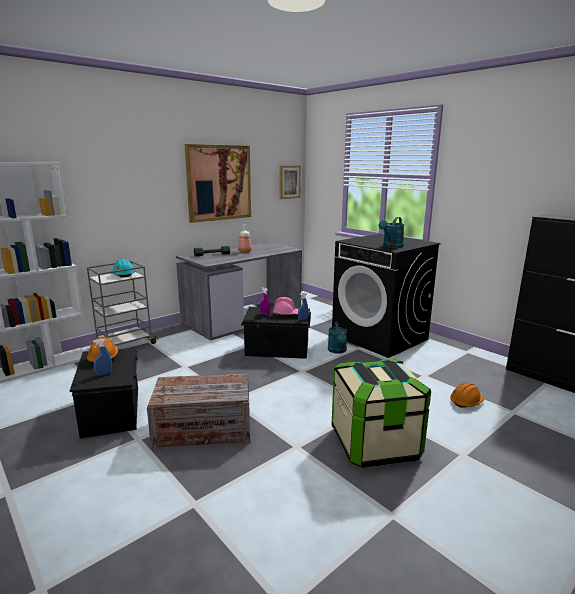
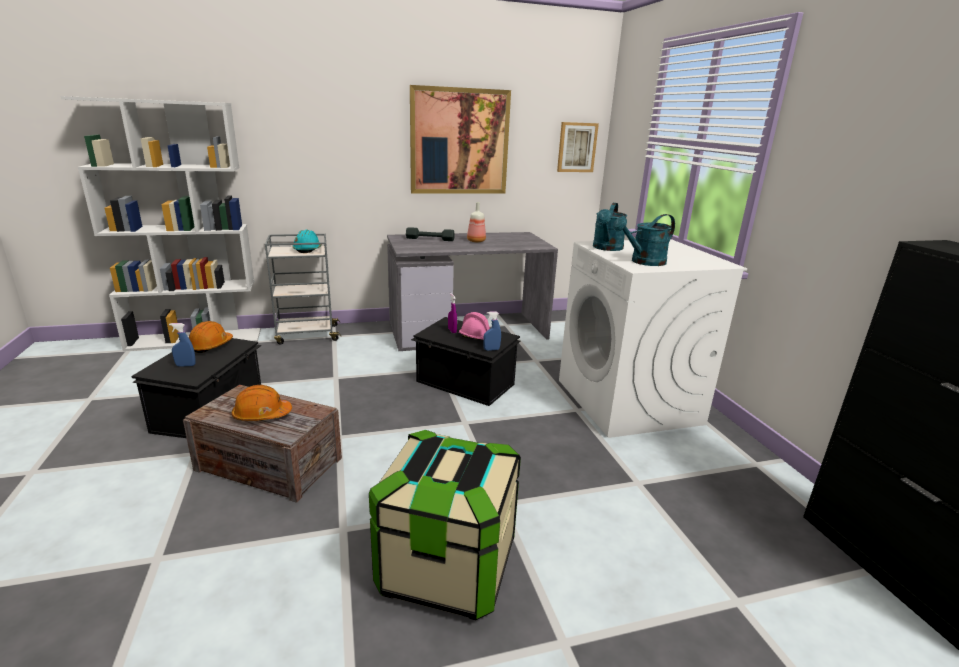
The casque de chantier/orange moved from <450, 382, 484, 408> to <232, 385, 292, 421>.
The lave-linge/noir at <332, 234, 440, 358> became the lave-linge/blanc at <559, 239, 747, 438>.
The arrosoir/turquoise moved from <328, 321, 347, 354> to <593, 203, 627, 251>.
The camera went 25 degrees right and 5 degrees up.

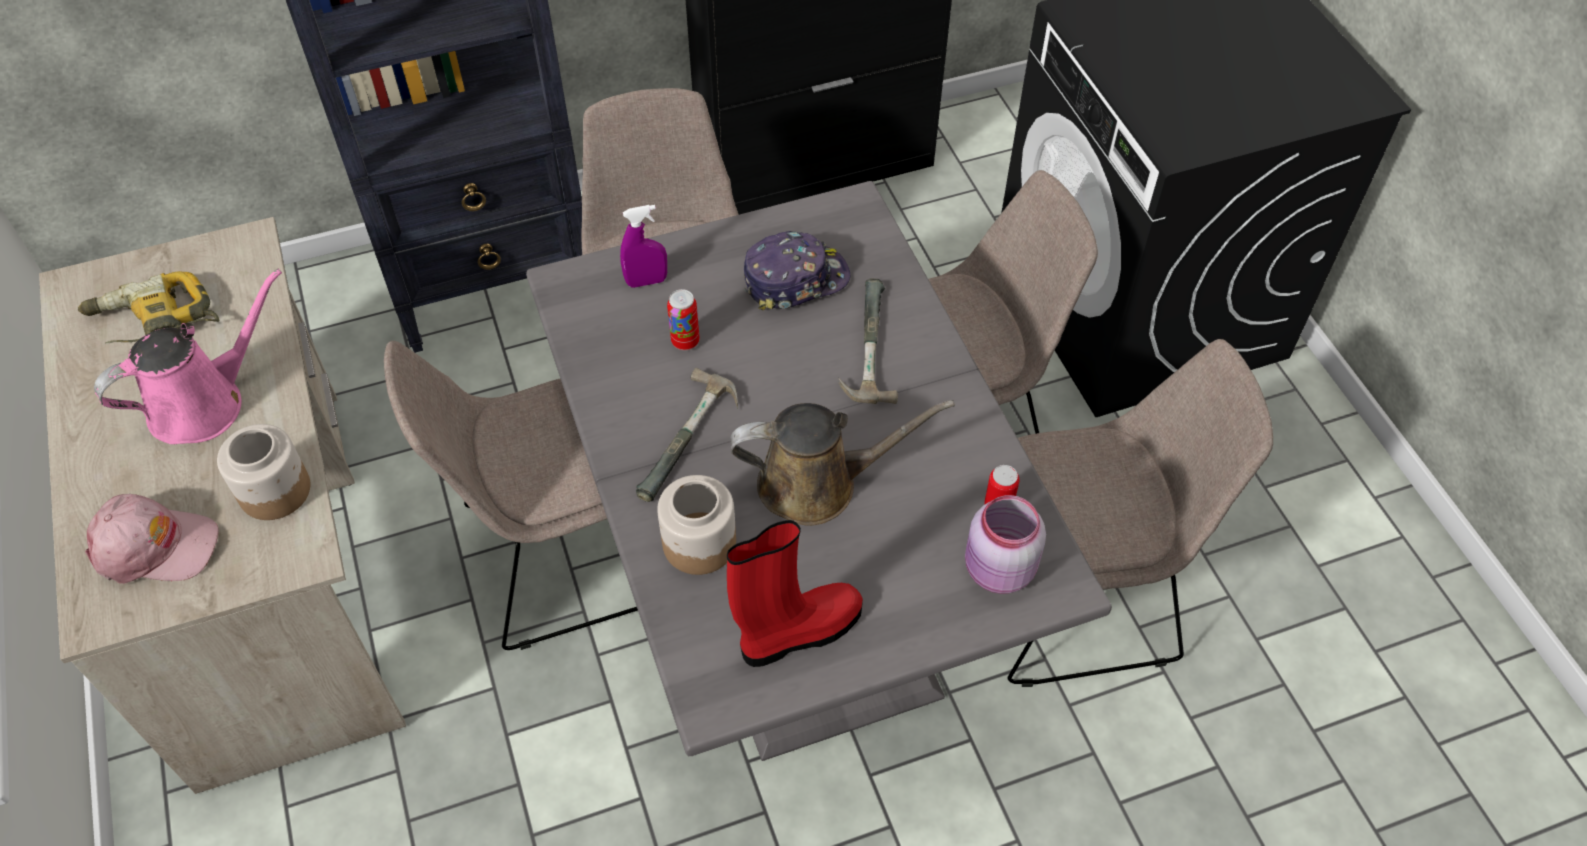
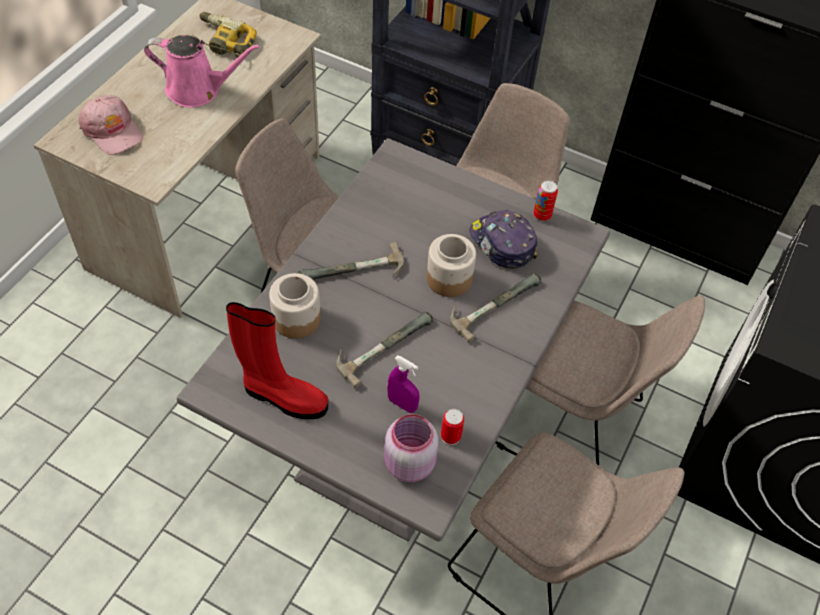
The arrosoir/marron at <731, 400, 955, 526> was replaced by the marteau at <337, 312, 433, 389>.
The vaporisateur/violet moved from <620, 205, 667, 288> to <387, 355, 419, 413>.
The bocal moved from <217, 424, 311, 520> to <427, 234, 476, 297>.
The casquette at <744, 231, 850, 310> turned 150 degrees counterclockwise.
The boîte métallique moved from <667, 289, 700, 350> to <533, 180, 558, 221>.
The camera went 45 degrees right and 0 degrees up.

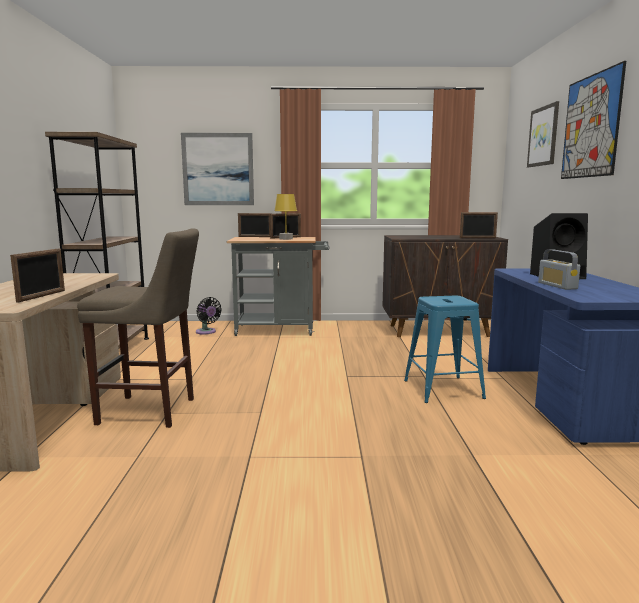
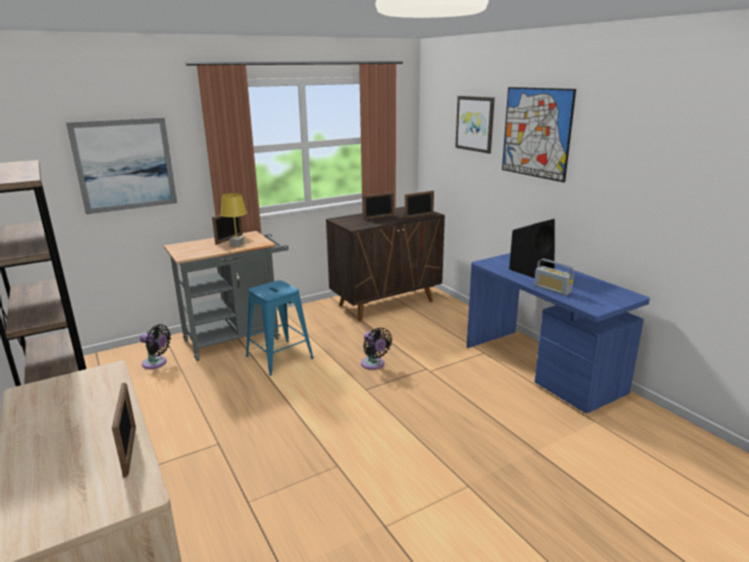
The tabouret/bleu moved from <404, 296, 486, 403> to <246, 280, 314, 375>.
The ventilateur/noir at <361, 328, 392, 370> appeared.
The cadre photo moved from <238, 213, 271, 237> to <363, 192, 394, 220>.
The tabouret/beige at <77, 228, 199, 428> disappeared.
The camera went 30 degrees left and 10 degrees up.

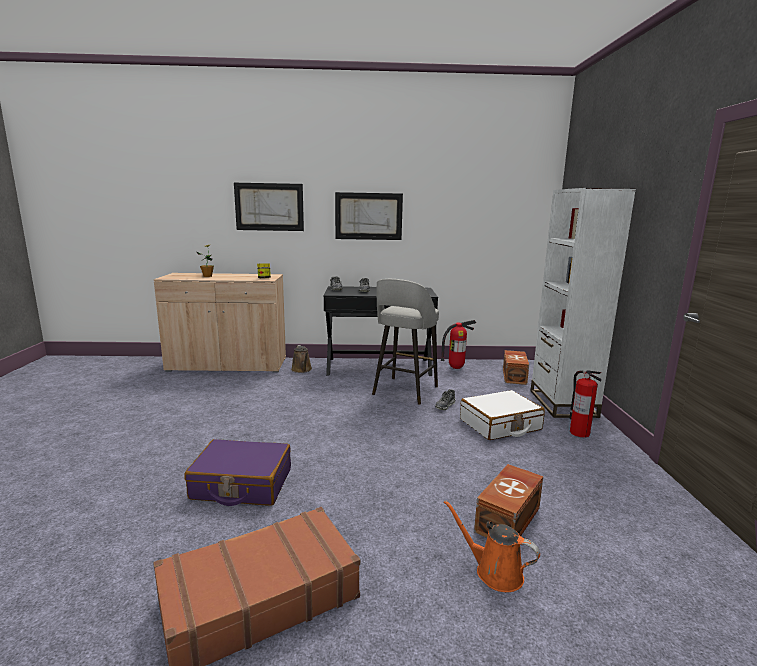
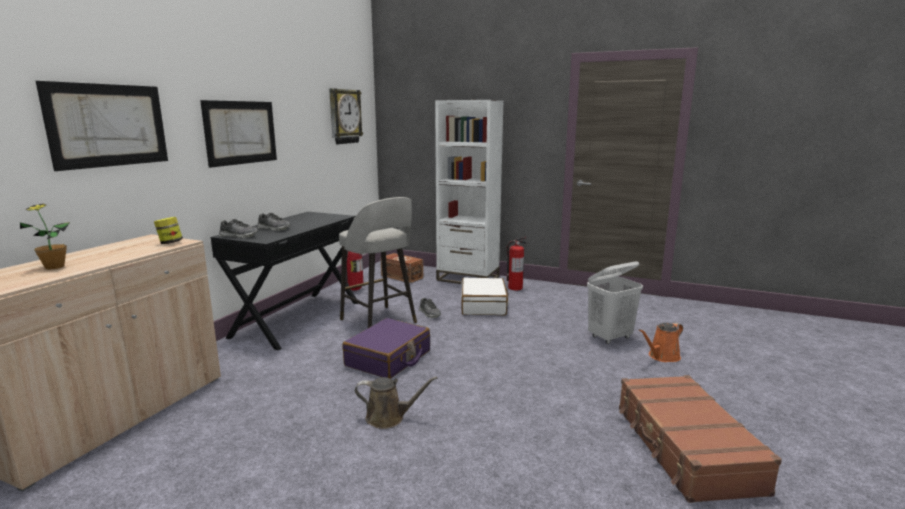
The horloge murale at <329, 88, 363, 144> appeared.
The valise/violet moved from <185, 439, 291, 506> to <342, 318, 430, 379>.
The arrosoir/marron moved from <291, 345, 312, 373> to <355, 377, 437, 429>.
The boîte de rangement/marron at <474, 464, 543, 538> was replaced by the panier à linge/blanc at <587, 261, 643, 344>.
The camera went 65 degrees left and 0 degrees up.

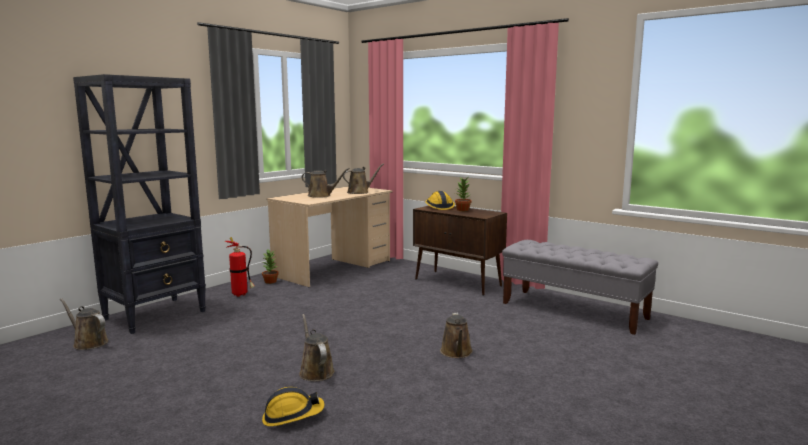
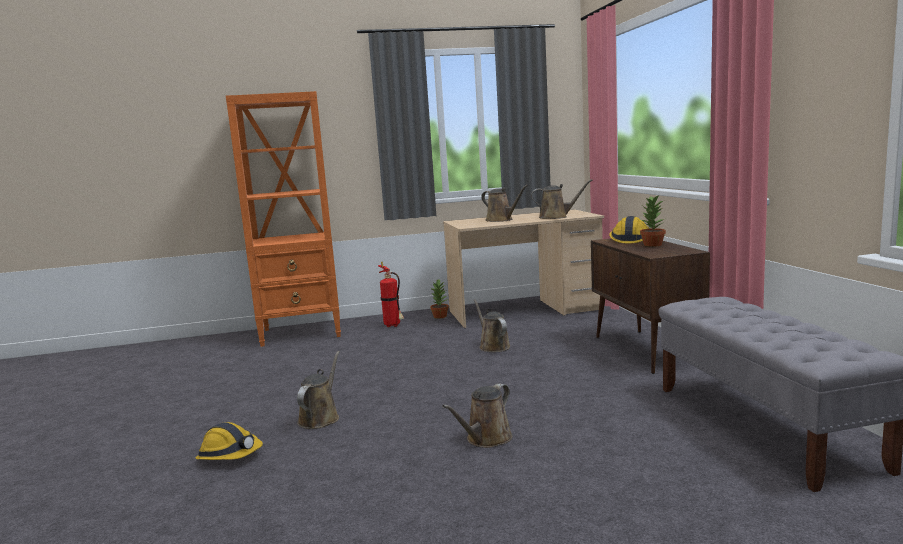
The bibliothèque/noir at <73, 74, 206, 334> became the bibliothèque/orange at <226, 91, 341, 347>.
The arrosoir/marron moved from <60, 298, 108, 350> to <474, 299, 510, 352>.
The camera went 40 degrees right and 0 degrees up.

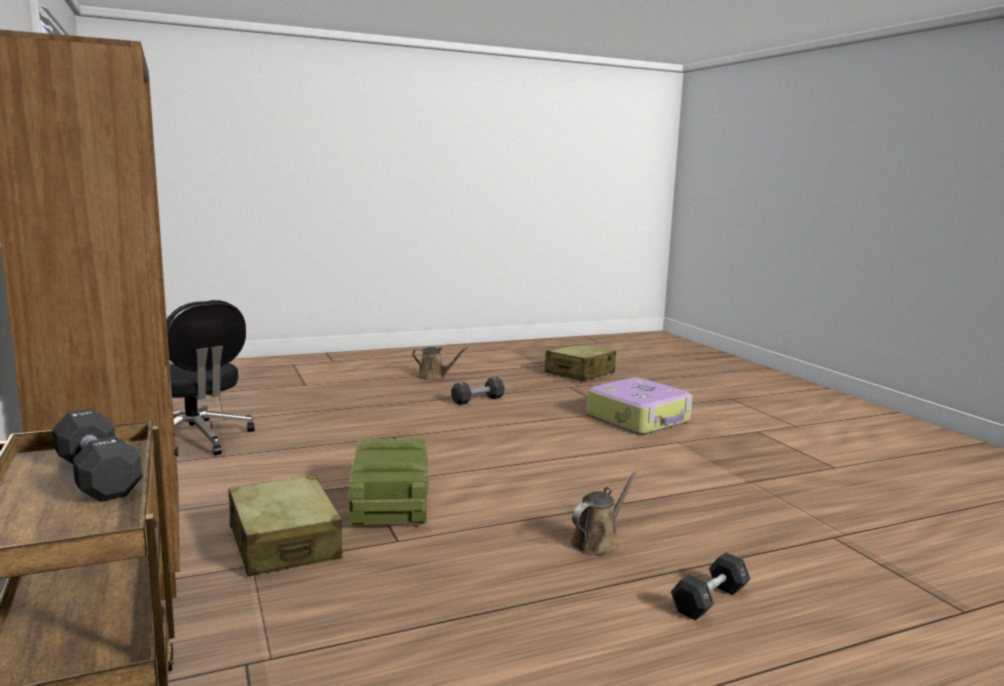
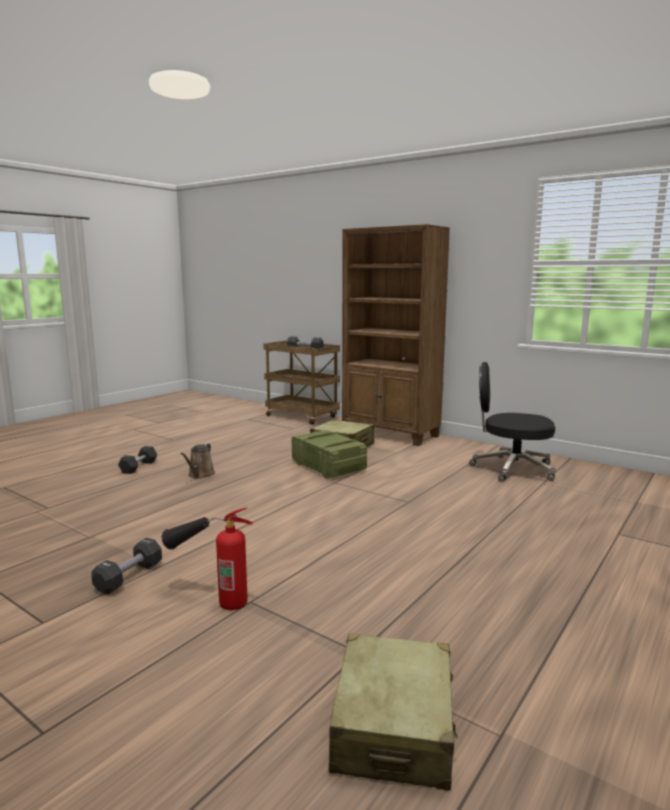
The haltère/noir moved from <451, 377, 505, 405> to <91, 538, 162, 594>.
The valise at <587, 377, 693, 435> was replaced by the extincteur at <162, 507, 253, 610>.
The arrosoir/marron at <412, 347, 468, 381> disappeared.
The camera went 150 degrees right and 0 degrees up.

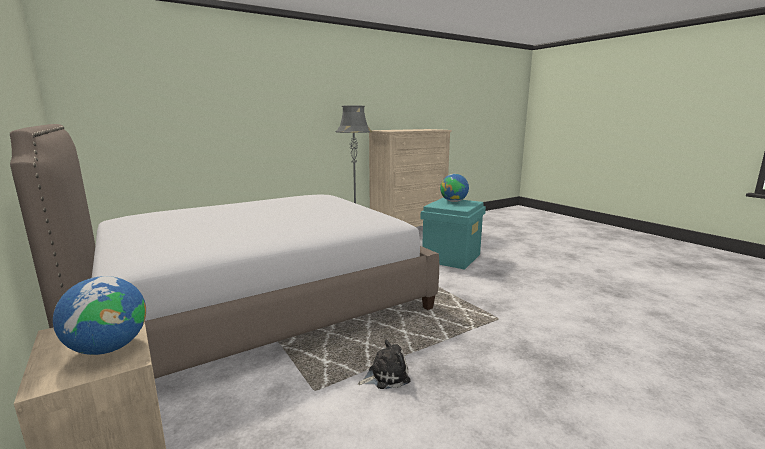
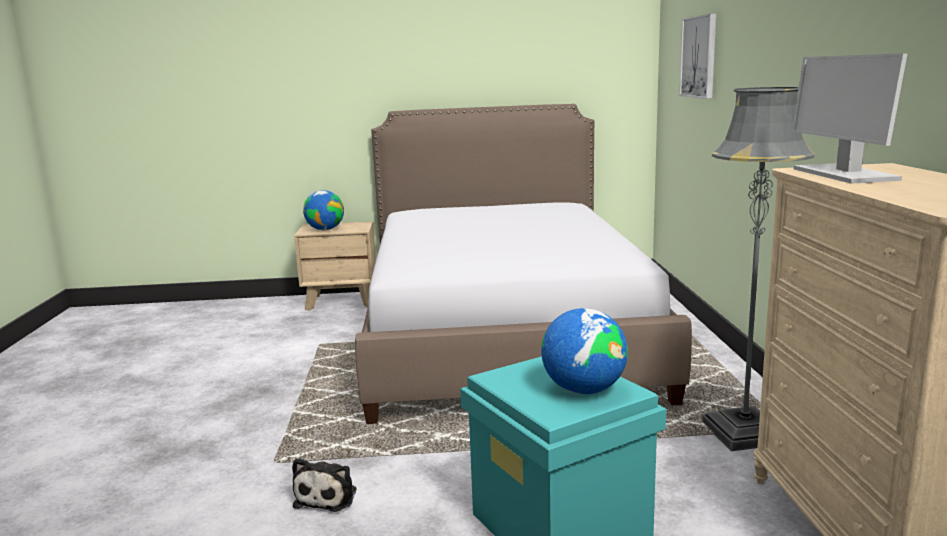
The peluche moved from <358, 339, 411, 389> to <292, 458, 357, 512>.
The tableau at <679, 13, 716, 99> appeared.
The écran d'ordinateur at <792, 53, 907, 184> appeared.
The camera went 120 degrees right and 0 degrees up.

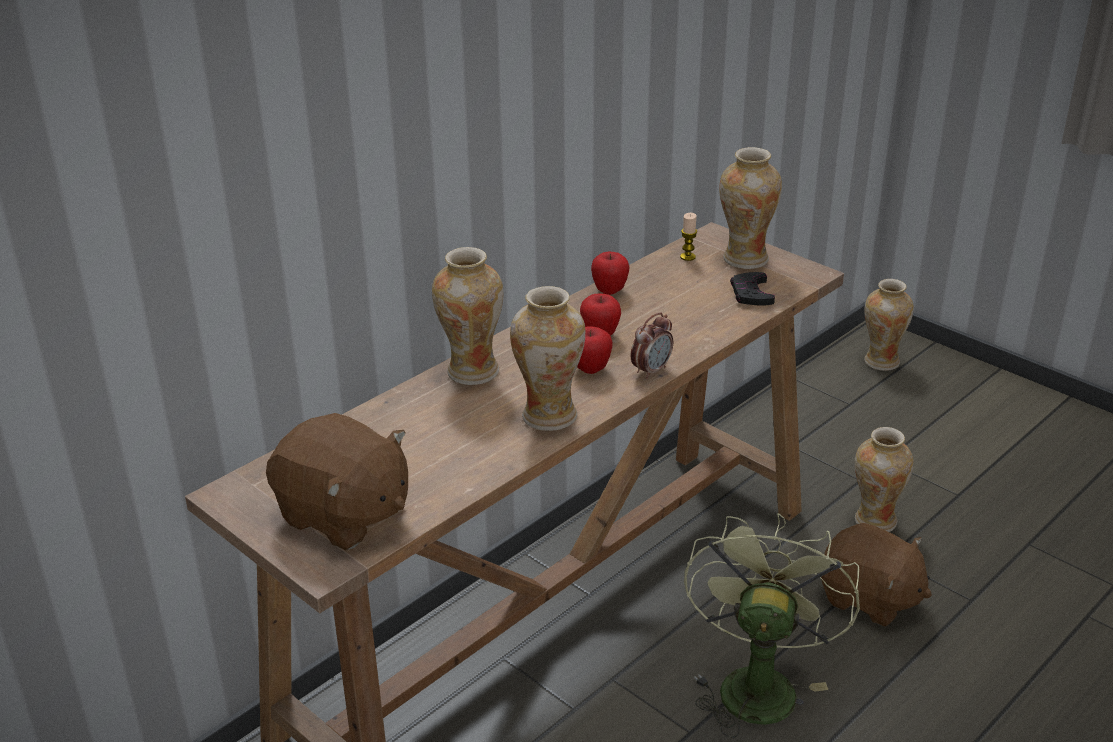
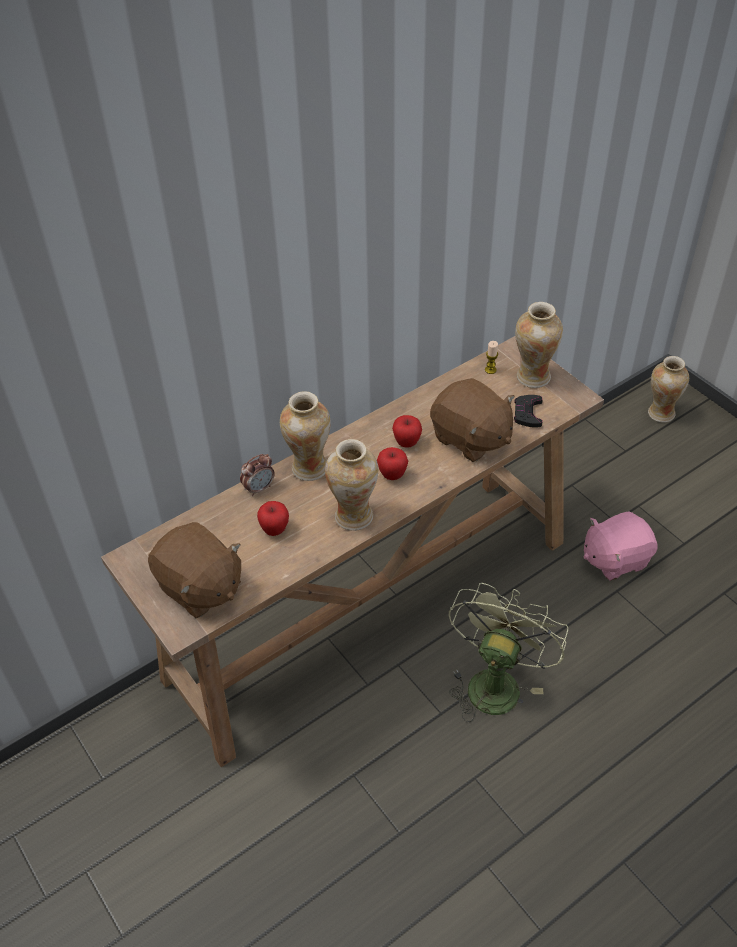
The réveil moved from <631, 312, 673, 379> to <240, 454, 275, 496>.
The pomme moved from <591, 251, 629, 295> to <257, 501, 289, 536>.
The peluche/marron moved from <820, 523, 932, 627> to <430, 378, 515, 462>.
The vase at <855, 427, 913, 532> was replaced by the peluche/rose at <583, 511, 658, 581>.
The camera went 10 degrees right and 15 degrees up.

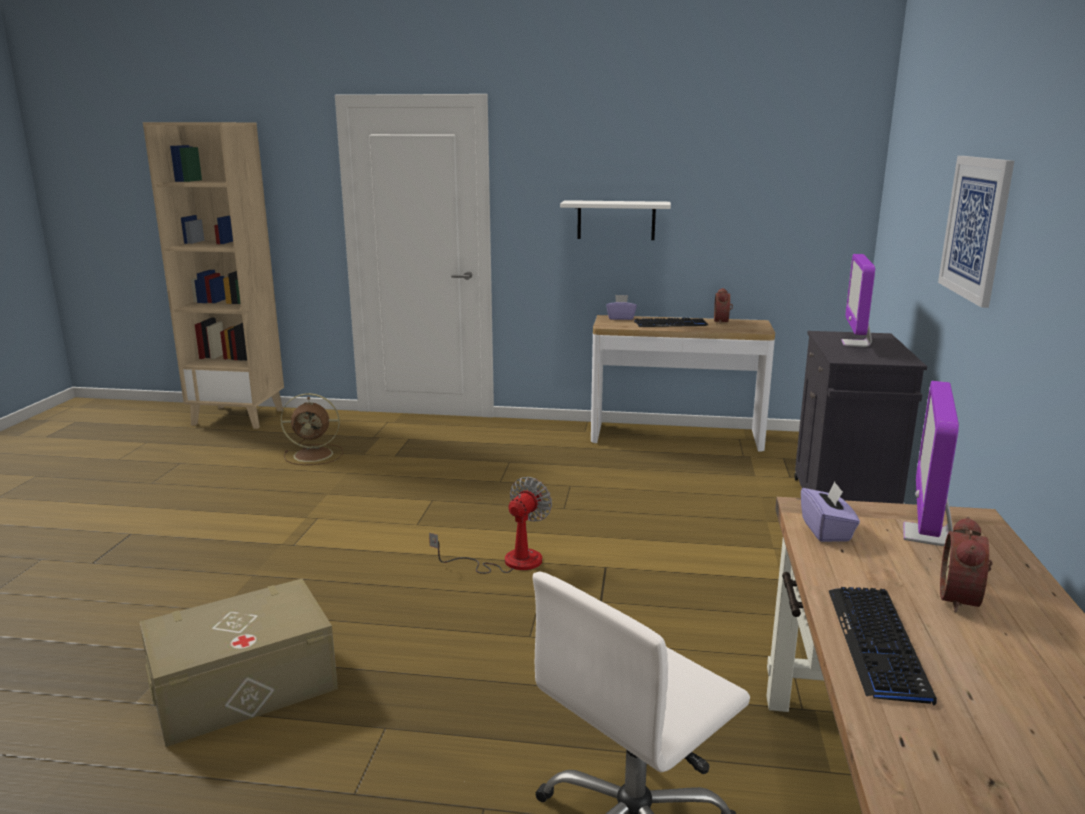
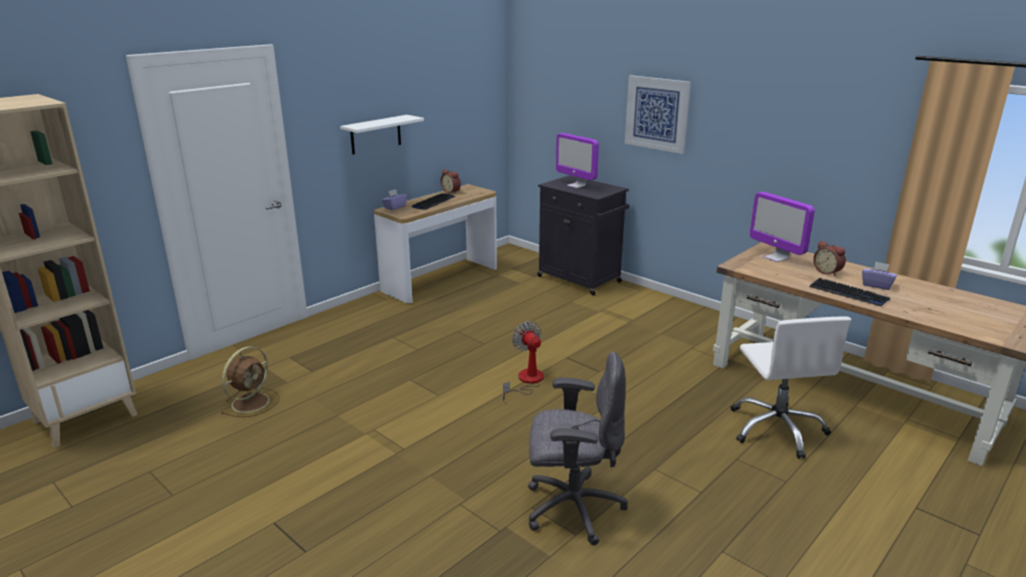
The boîte de rangement/beige at <140, 579, 338, 747> was replaced by the chaise de bureau/gris at <528, 351, 628, 545>.
The boîte à mouchoirs/violet moved from <801, 481, 860, 542> to <862, 261, 897, 290>.
The camera went 55 degrees left and 5 degrees up.

